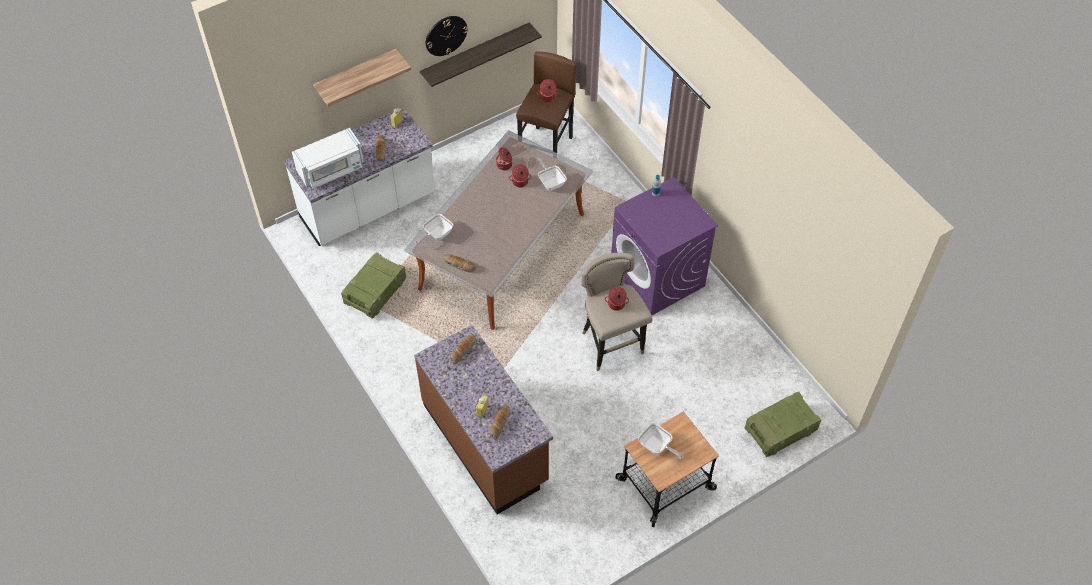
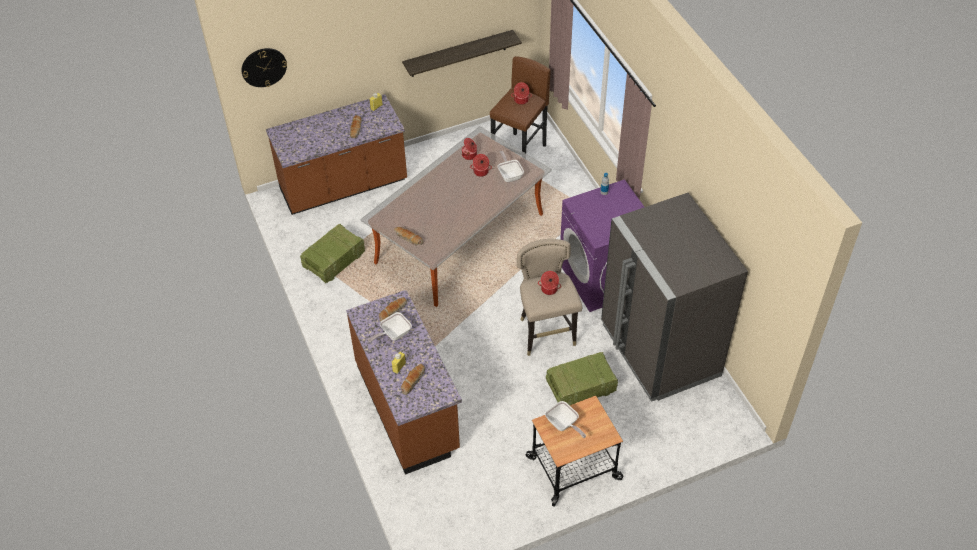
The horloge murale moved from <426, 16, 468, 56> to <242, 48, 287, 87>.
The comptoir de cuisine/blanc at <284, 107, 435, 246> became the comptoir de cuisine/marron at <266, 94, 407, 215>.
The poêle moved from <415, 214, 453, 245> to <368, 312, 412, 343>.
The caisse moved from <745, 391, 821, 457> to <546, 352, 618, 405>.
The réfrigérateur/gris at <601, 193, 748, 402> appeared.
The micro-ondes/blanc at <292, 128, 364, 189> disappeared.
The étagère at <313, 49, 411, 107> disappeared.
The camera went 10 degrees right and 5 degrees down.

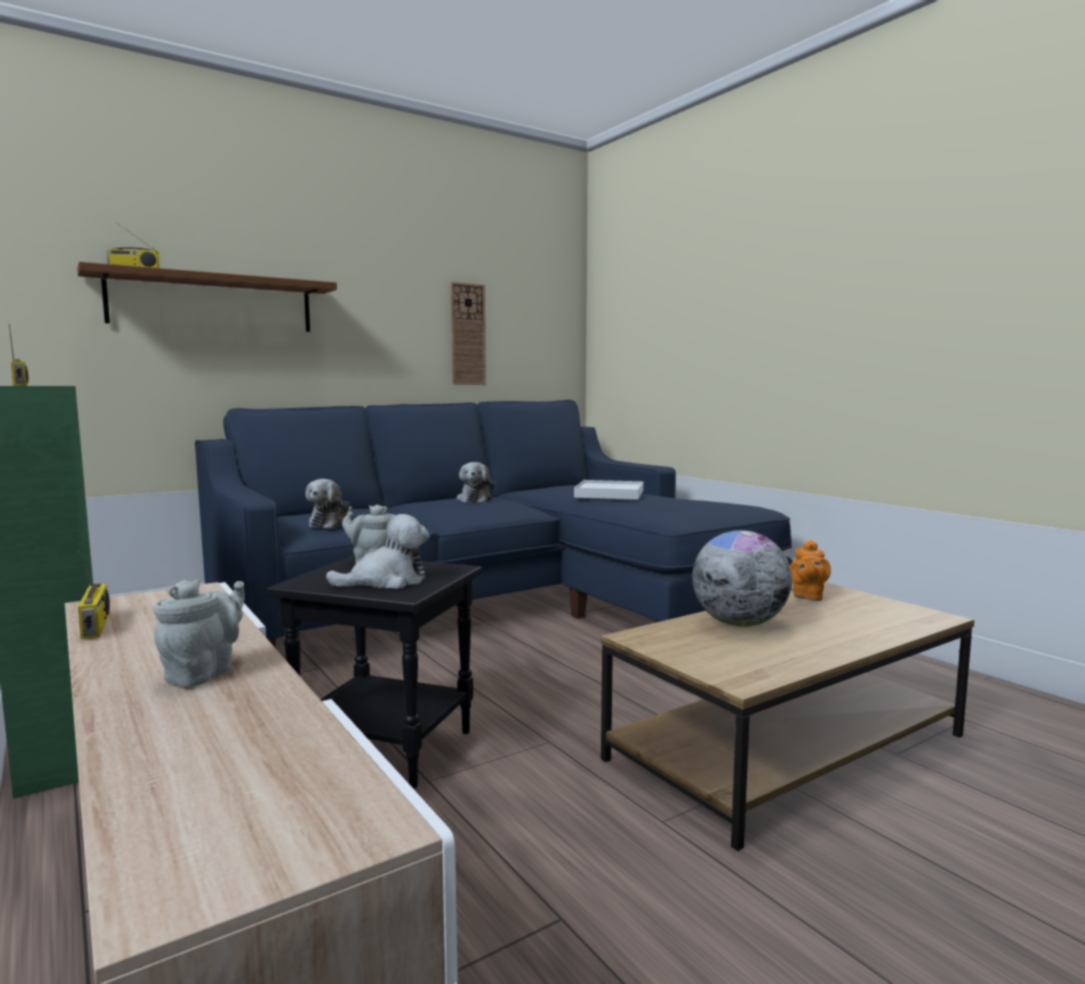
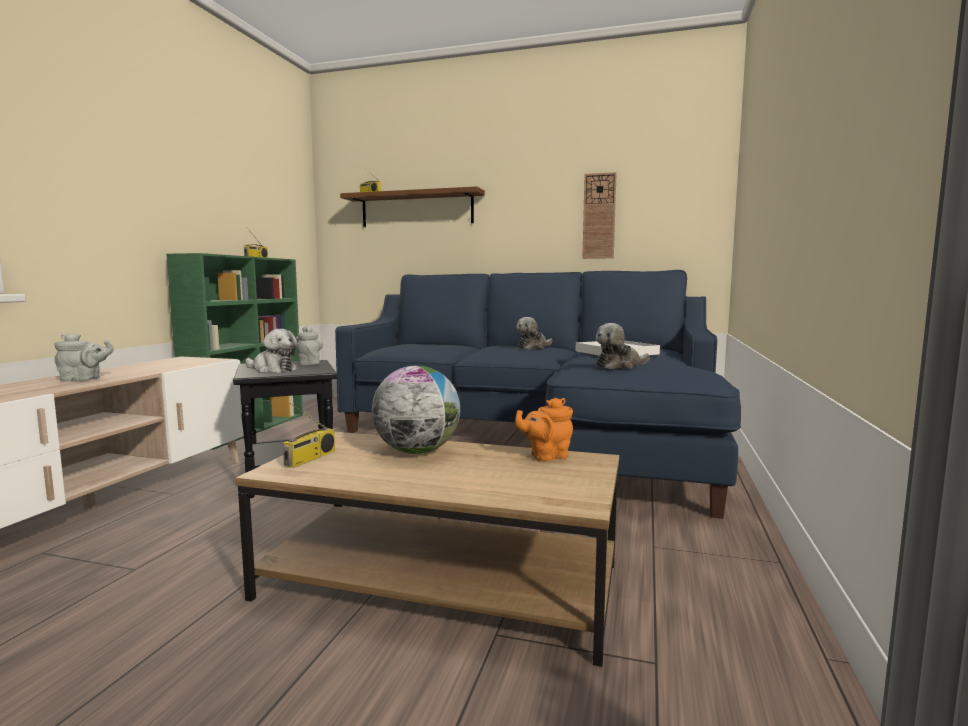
The radio moved from <77, 551, 110, 639> to <283, 403, 335, 468>.
The peluche moved from <305, 479, 353, 528> to <596, 323, 650, 369>.
The camera went 50 degrees right and 0 degrees up.

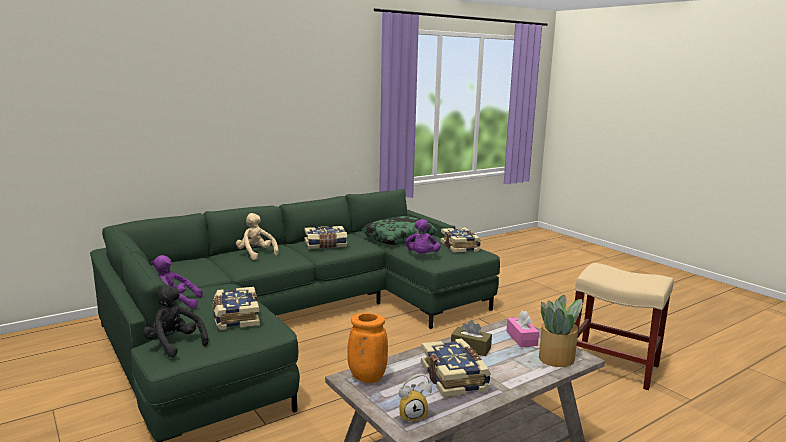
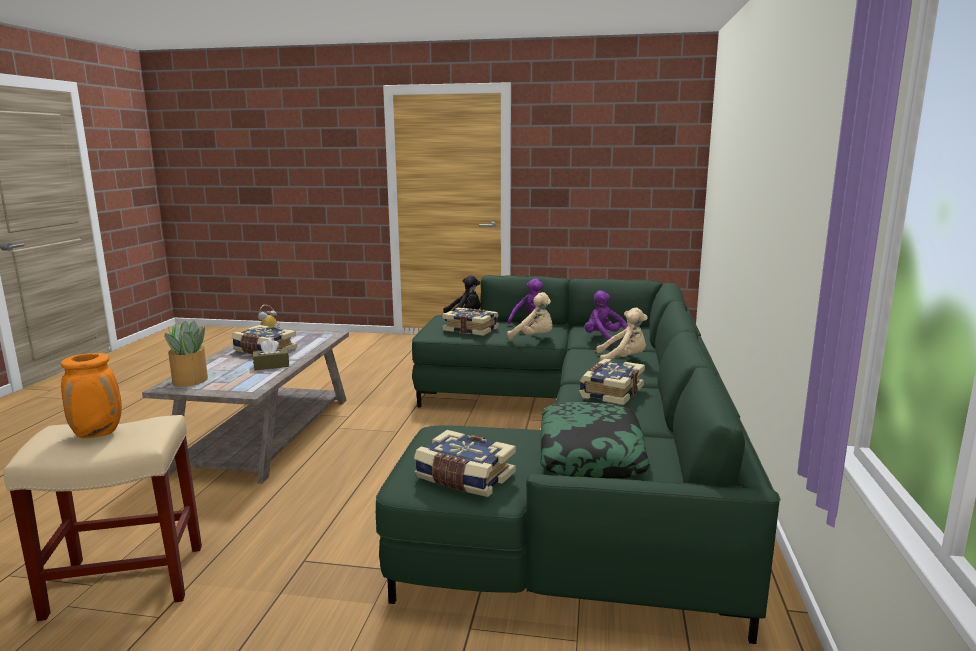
The vase/orange moved from <347, 313, 388, 383> to <61, 353, 122, 438>.
The peluche/beige at <507, 292, 552, 340> appeared.
The peluche/violet moved from <405, 219, 441, 253> to <585, 290, 628, 345>.
The boîte à mouchoirs/rose at <506, 311, 539, 347> disappeared.
The camera went 135 degrees right and 0 degrees up.

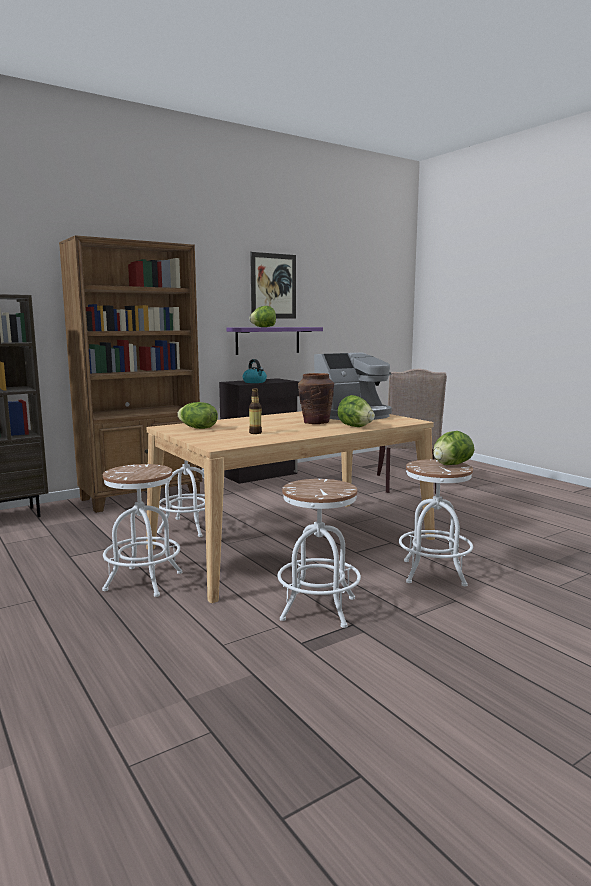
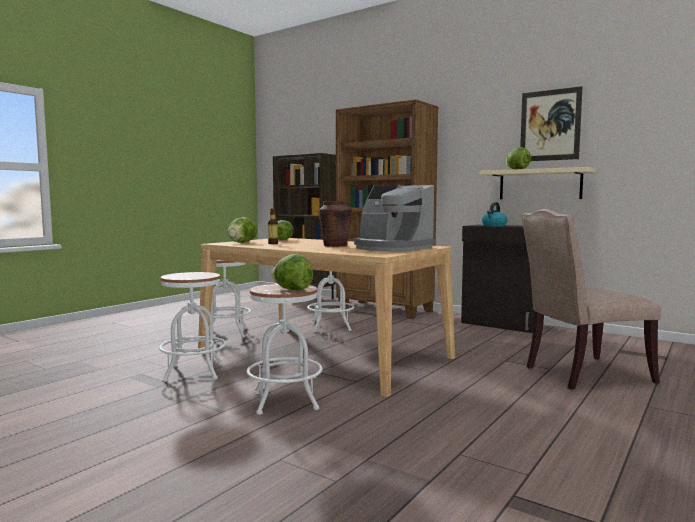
The laitue moved from <337, 395, 375, 427> to <228, 217, 257, 243>.
The étagère/violet at <226, 327, 323, 355> became the étagère/beige at <480, 167, 596, 199>.
The camera went 70 degrees right and 5 degrees down.

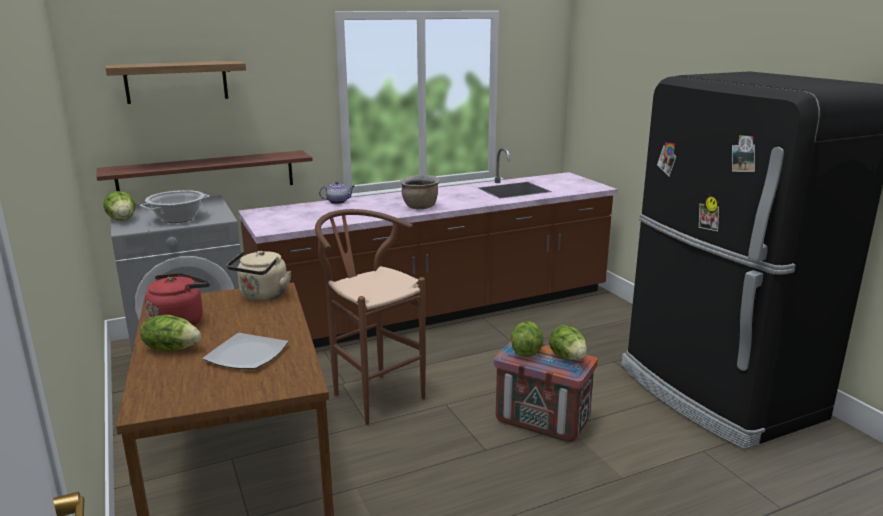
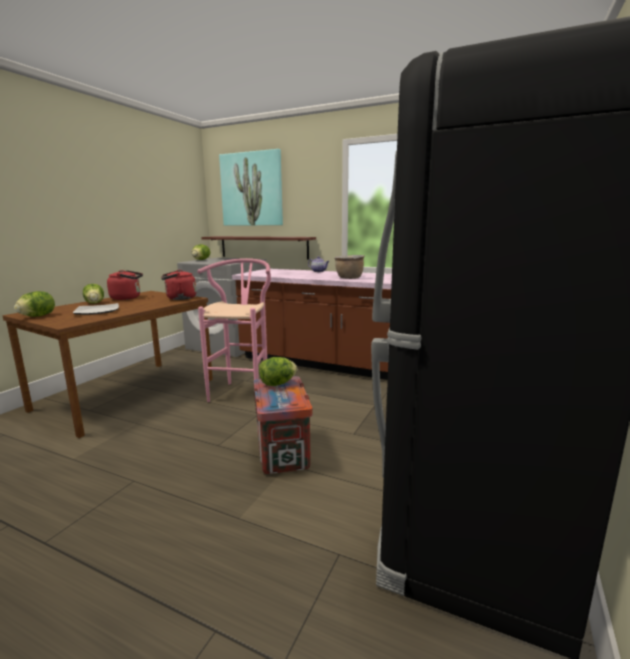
The laitue moved from <549, 325, 587, 360> to <14, 291, 55, 317>.
The bouilloire/beige at <227, 251, 291, 301> became the bouilloire/rouge at <161, 270, 196, 300>.
The tabouret/marron at <315, 209, 426, 425> became the tabouret/rose at <197, 258, 271, 402>.
The étagère at <105, 61, 246, 104> was replaced by the tableau at <219, 149, 283, 226>.
The marmite at <140, 190, 210, 223> disappeared.
The camera went 50 degrees right and 5 degrees down.

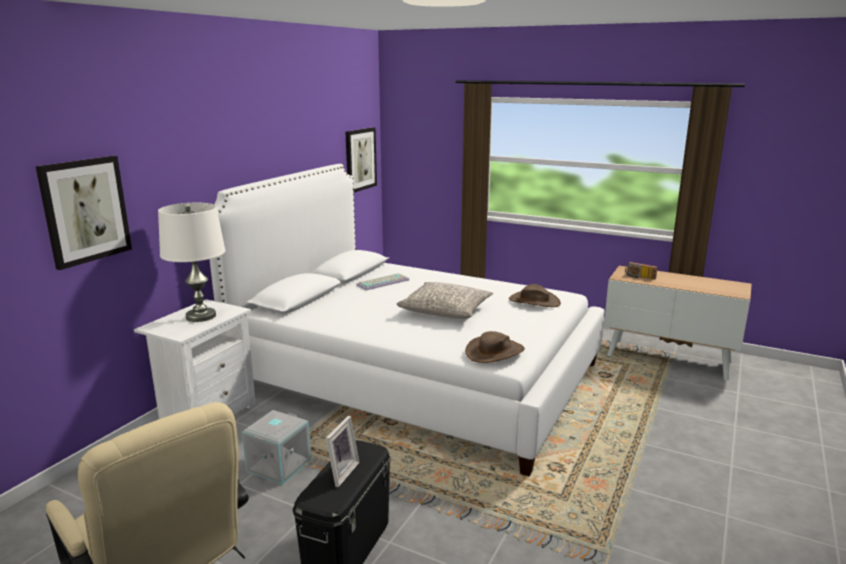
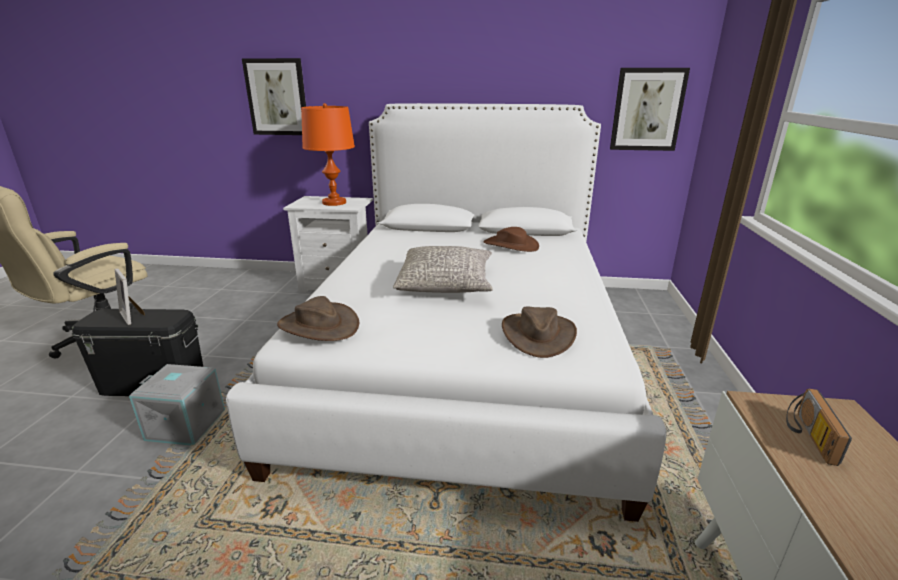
The cadre photo at <326, 416, 360, 487> turned 45 degrees clockwise.
The boîte de rangement/gris moved from <242, 410, 311, 485> to <129, 364, 225, 445>.
The lampe de table/blanc at <158, 203, 225, 322> became the lampe de table/orange at <301, 103, 355, 206>.
The clavier at <357, 273, 409, 290> was replaced by the chapeau/marron at <483, 227, 539, 252>.
The camera went 70 degrees right and 5 degrees up.

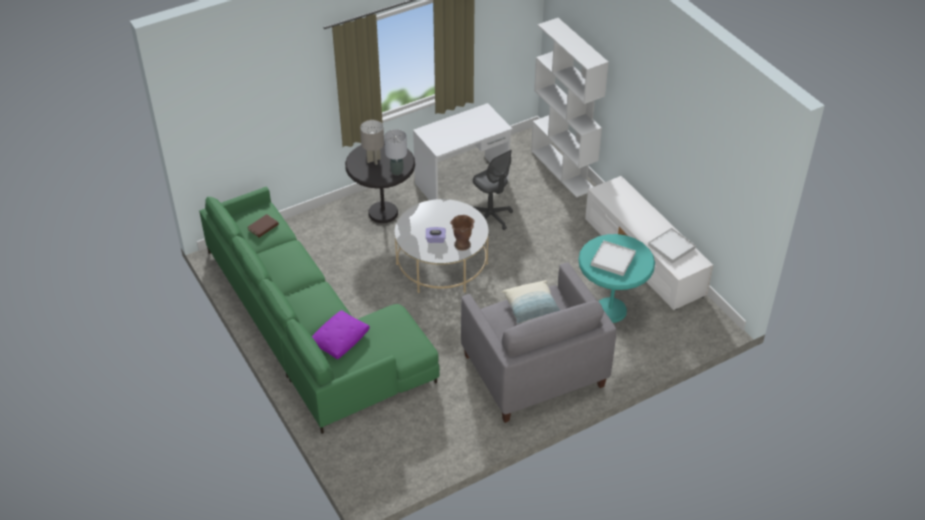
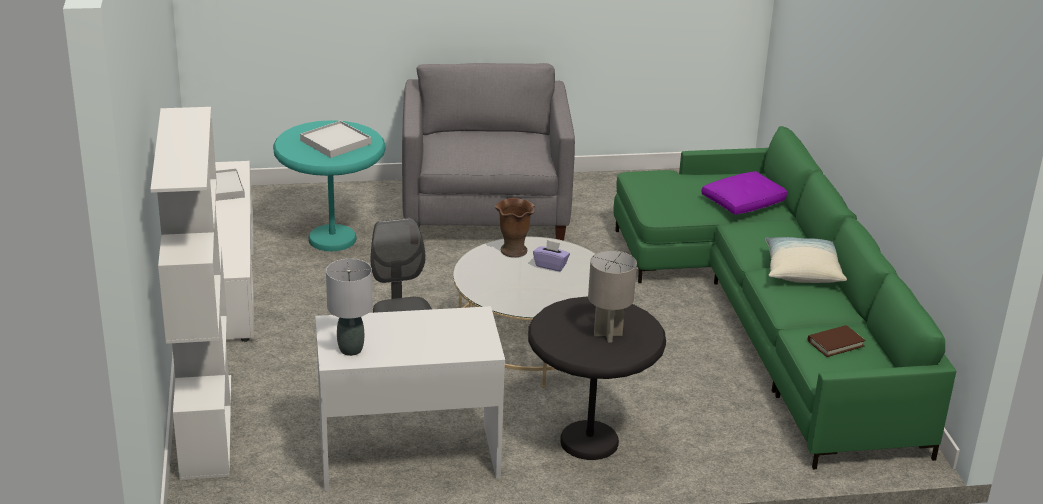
The lampe de table/gris moved from <384, 129, 407, 175> to <326, 259, 373, 356>.
The coussin moved from <502, 280, 560, 324> to <765, 237, 847, 283>.
The camera went 160 degrees left and 15 degrees down.

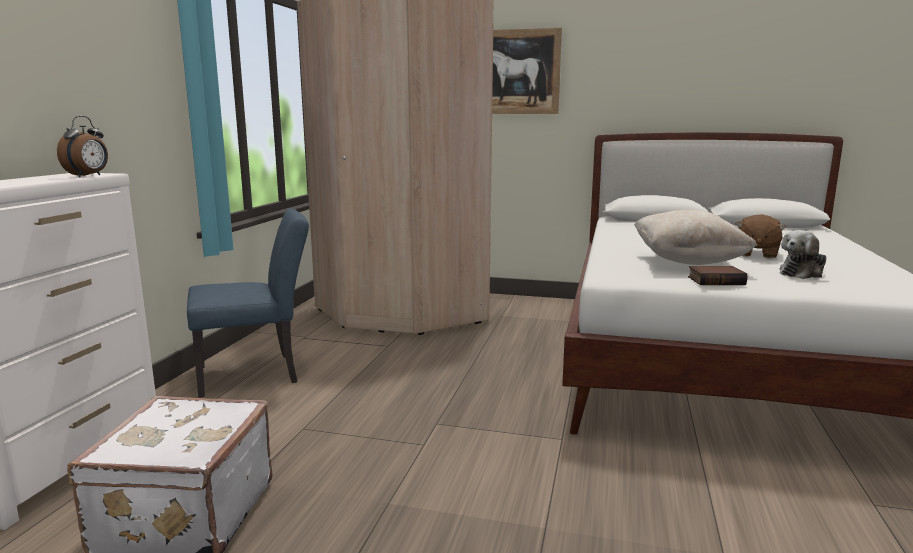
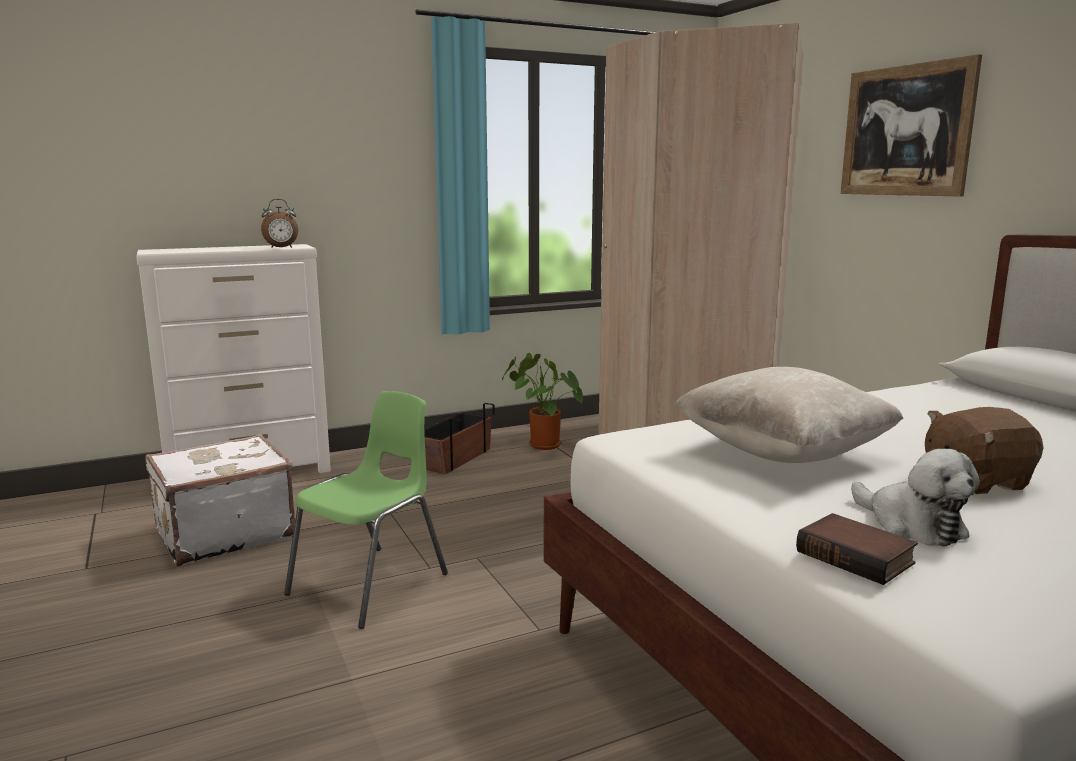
The chaise/vert at <284, 391, 448, 629> appeared.
The chaise/bleu at <187, 208, 309, 398> was replaced by the cache-pot at <424, 403, 495, 474>.
The plante en pot at <502, 353, 583, 450> appeared.
The livre moved from <688, 266, 747, 285> to <796, 513, 918, 585>.
The peluche at <780, 230, 826, 279> turned 135 degrees counterclockwise.
The camera went 50 degrees right and 0 degrees up.

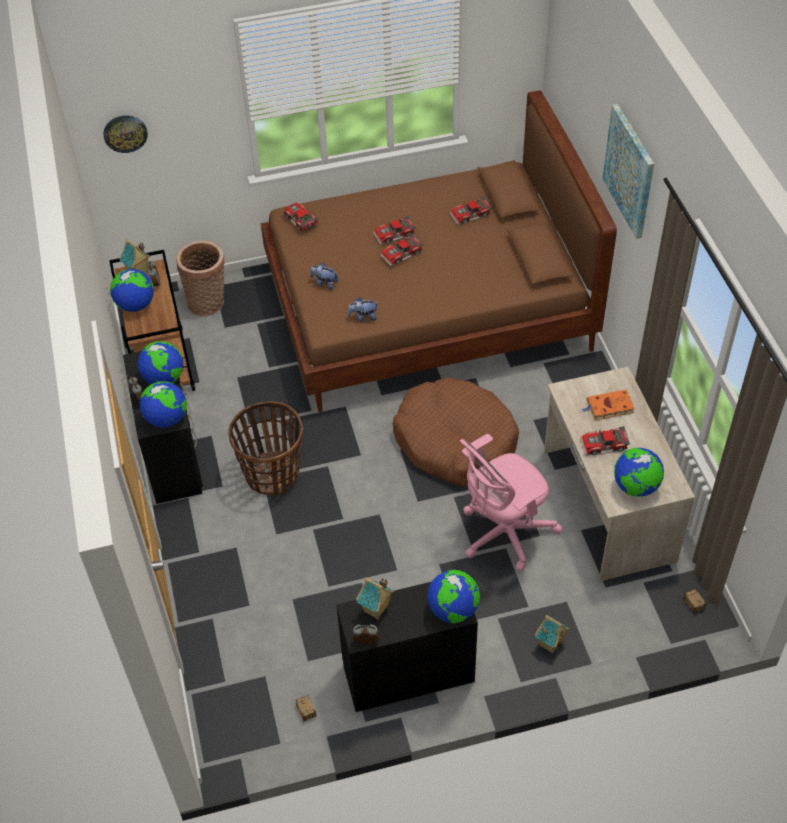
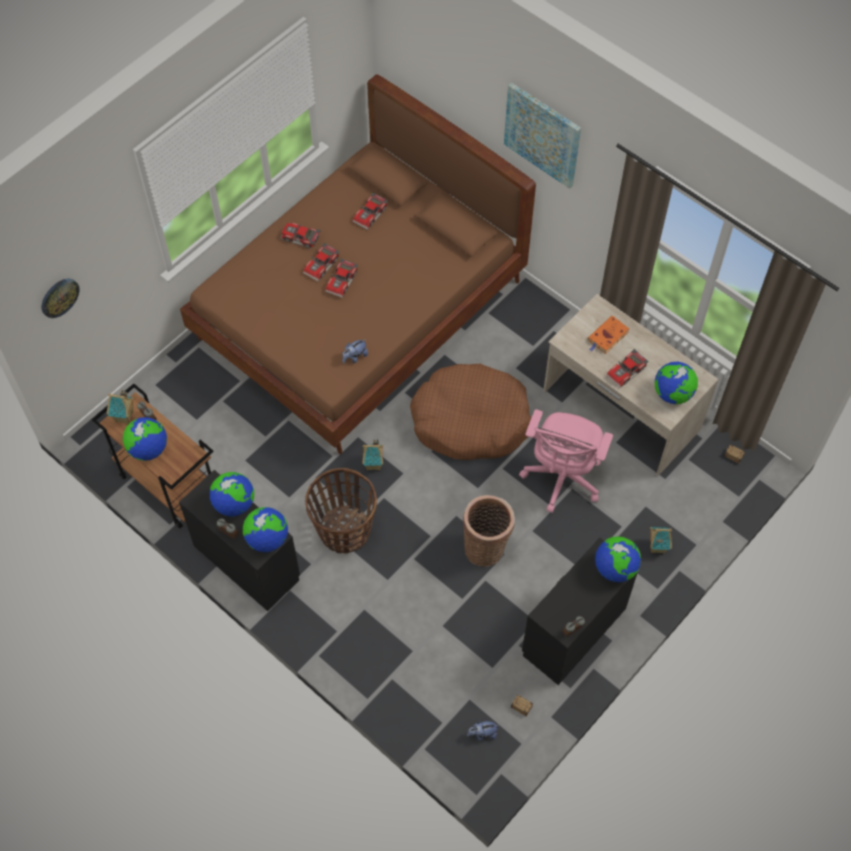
The petite voiture moved from <283, 203, 318, 231> to <280, 223, 321, 248>.
The maison miniature moved from <356, 577, 394, 620> to <362, 439, 383, 470>.
The panier moved from <176, 240, 225, 316> to <463, 495, 515, 567>.
The peluche moved from <310, 263, 338, 290> to <467, 721, 499, 741>.
The camera went 35 degrees left and 10 degrees up.

